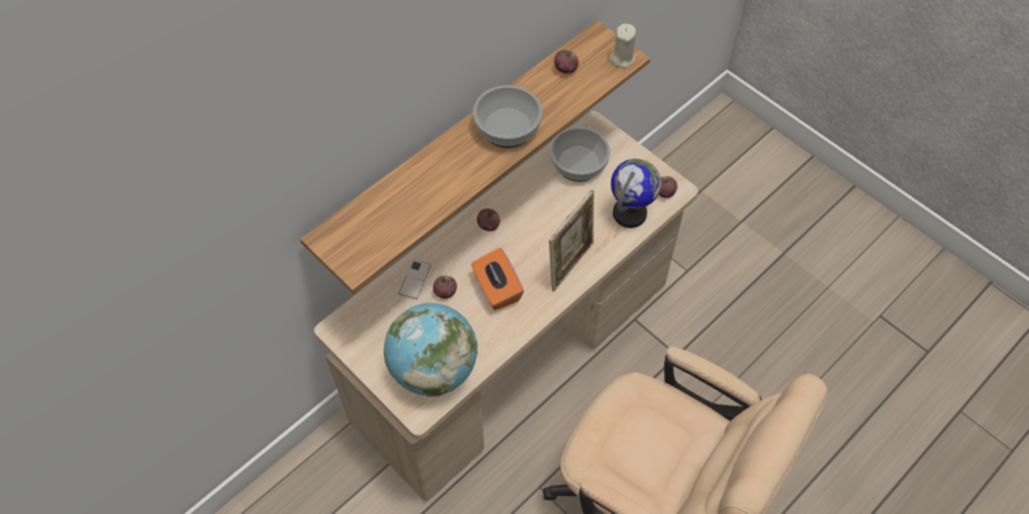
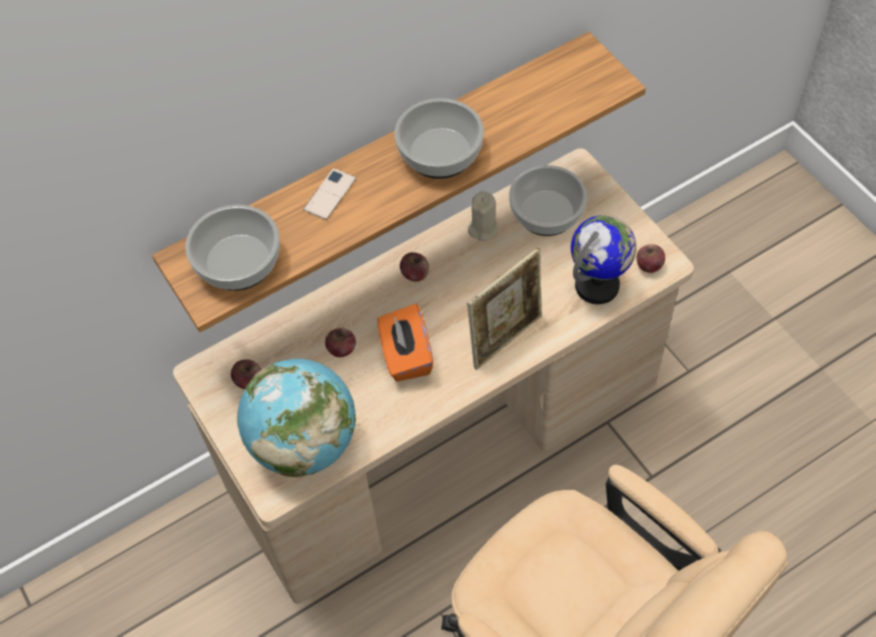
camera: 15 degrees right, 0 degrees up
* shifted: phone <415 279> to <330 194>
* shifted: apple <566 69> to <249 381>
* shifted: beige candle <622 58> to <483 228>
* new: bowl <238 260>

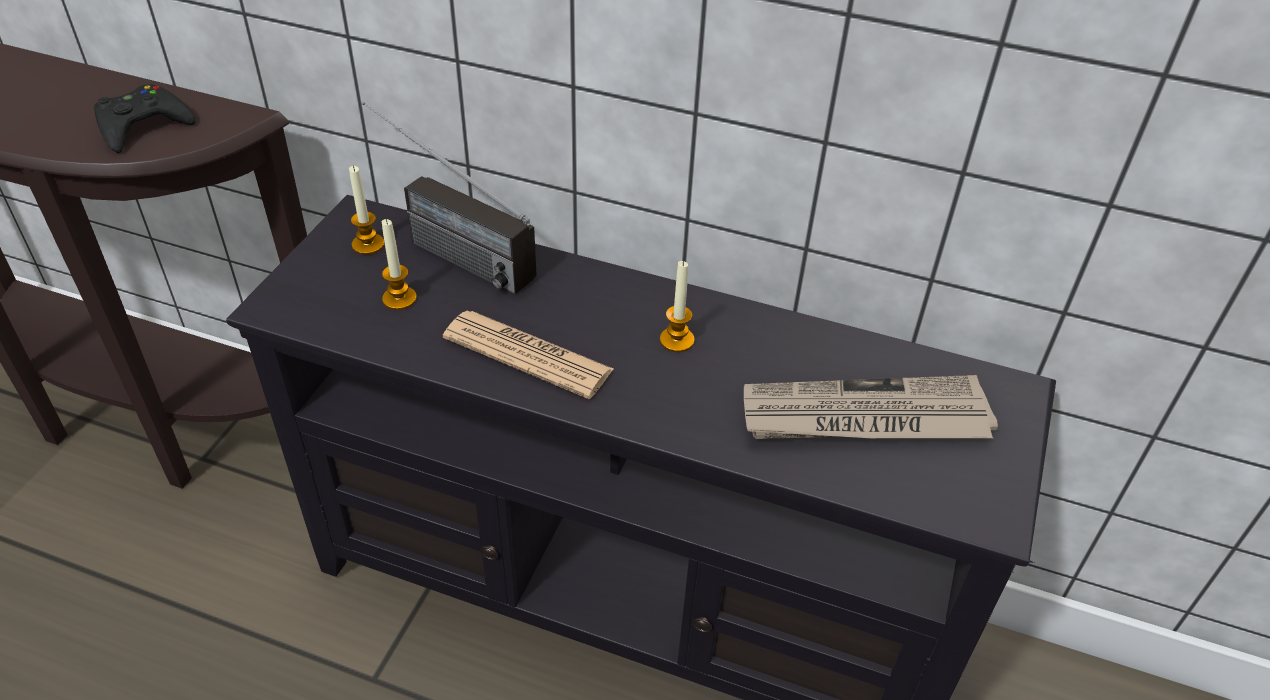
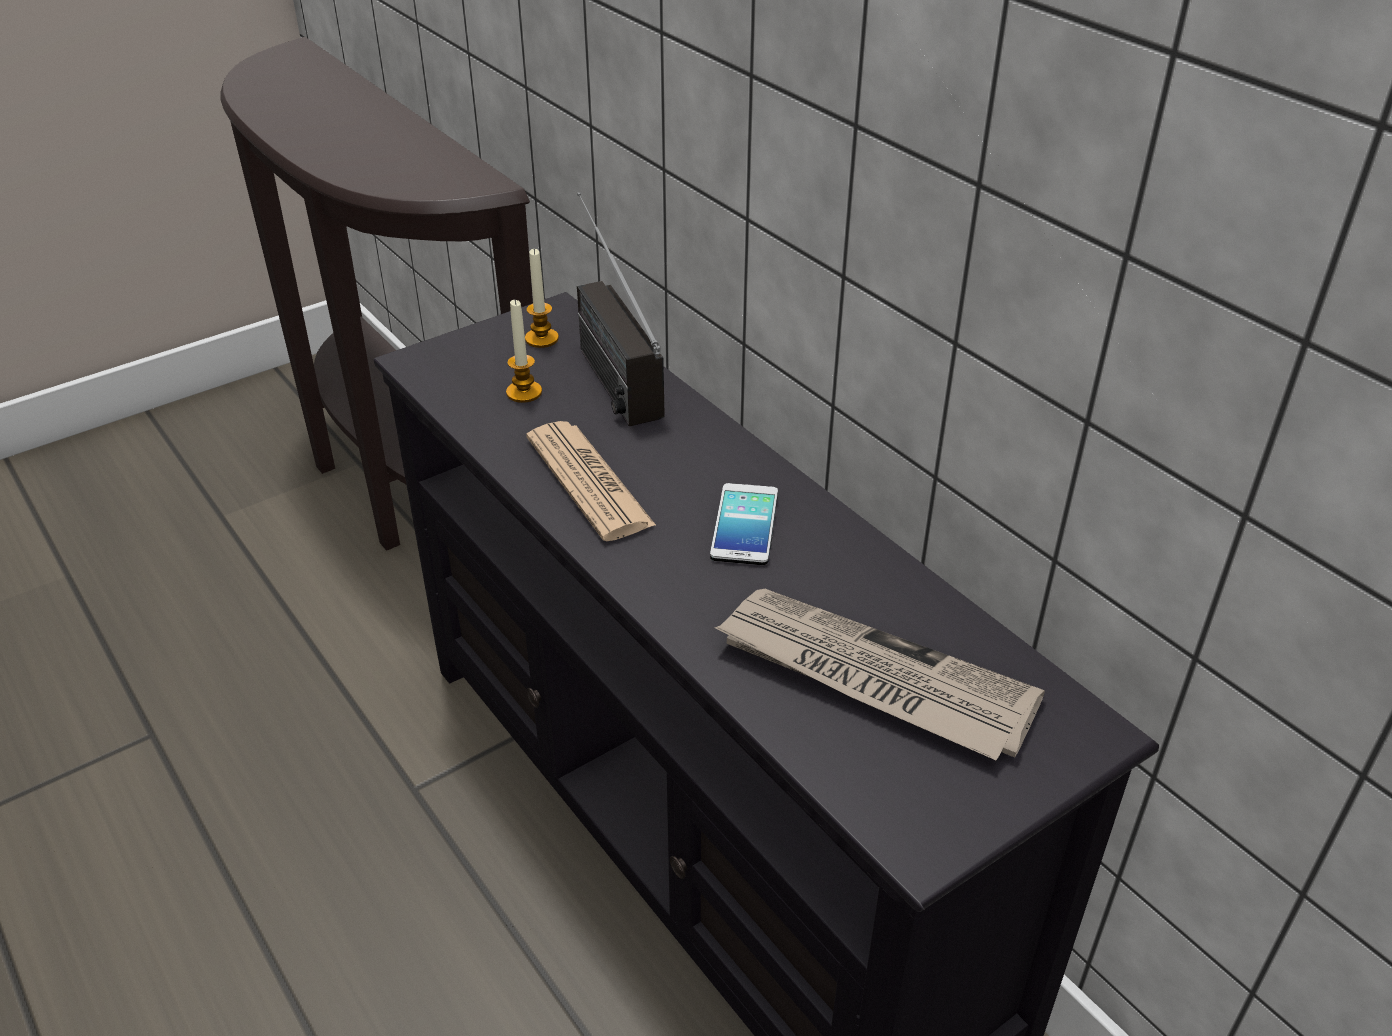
camera: 35 degrees right, 5 degrees down
* gone: black game controller <143 126>
* swapped: candle <677 340> to phone <744 525>

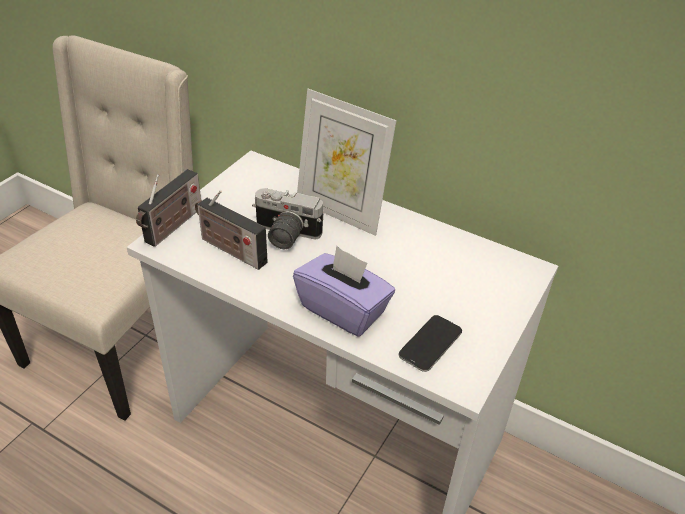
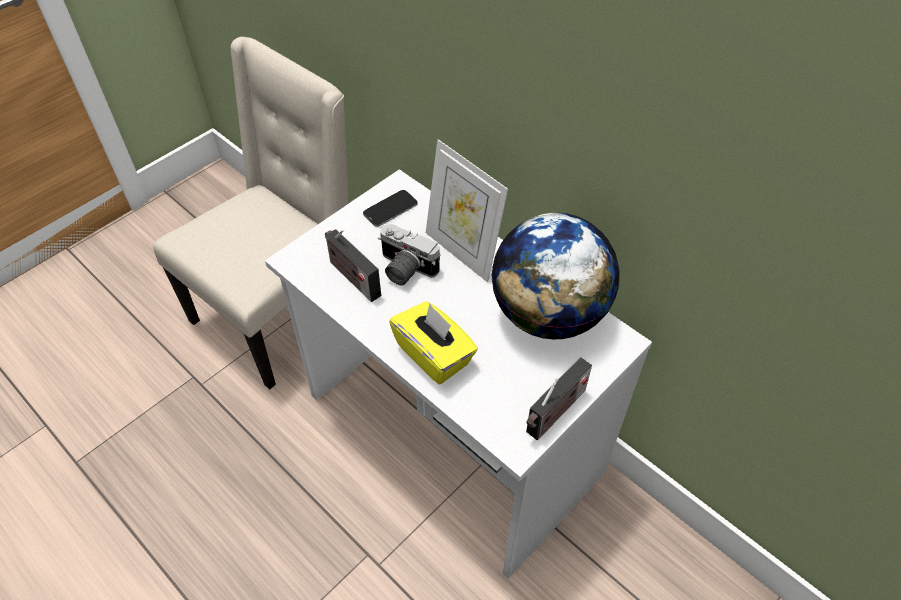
camera: 15 degrees right, 10 degrees up
* shifted: radio <172 227> to <554 414>
* repainted: purple tissue box <343 309> to yellow tissue box <434 355>
* shifted: phone <430 344> to <390 209>
* new: globe <548 314>

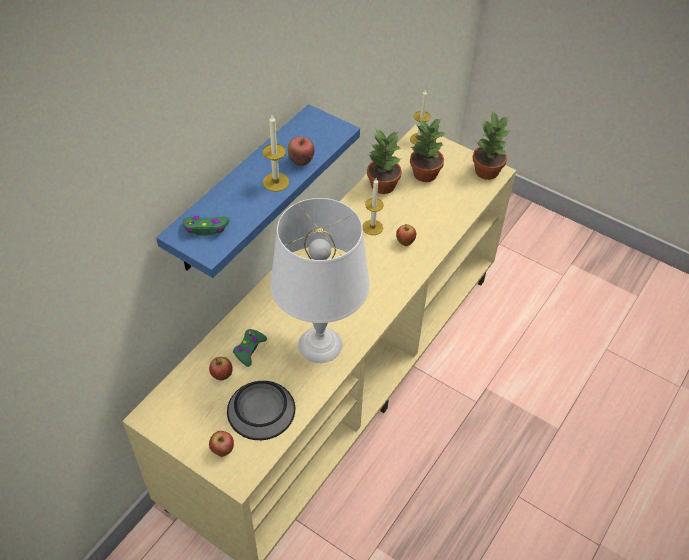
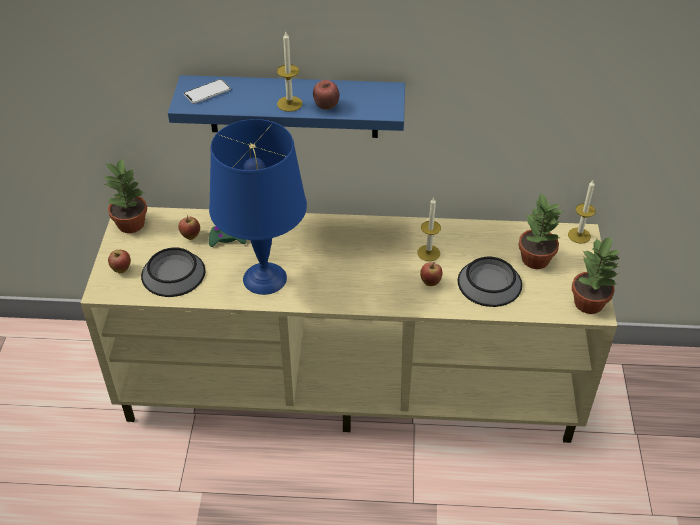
camera: 60 degrees right, 5 degrees down
* swapped: green game controller <206 228> to phone <207 92>
* repainted: white table lamp <319 345> to blue table lamp <264 278>
* shifted: potted plant <382 185> to <131 223>
* new: bowl <489 283>

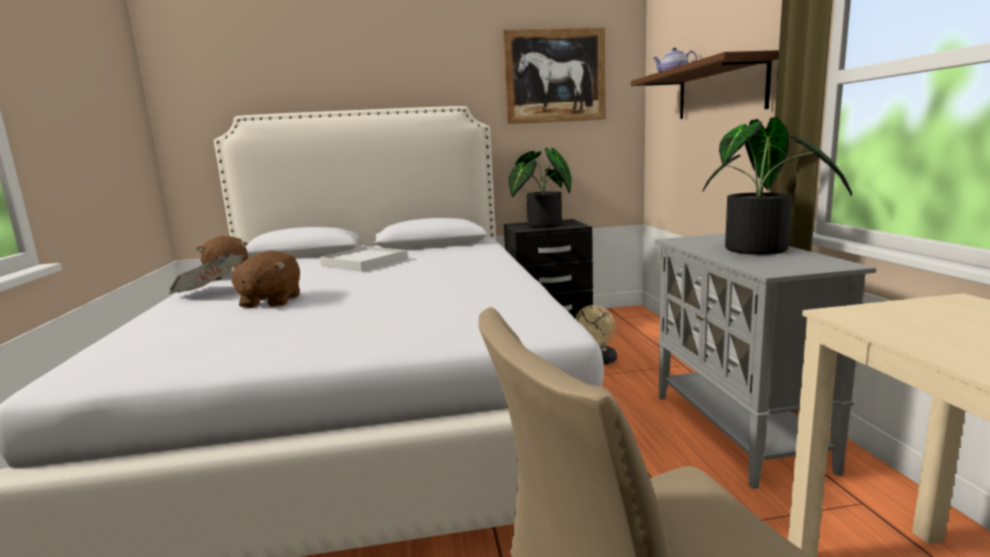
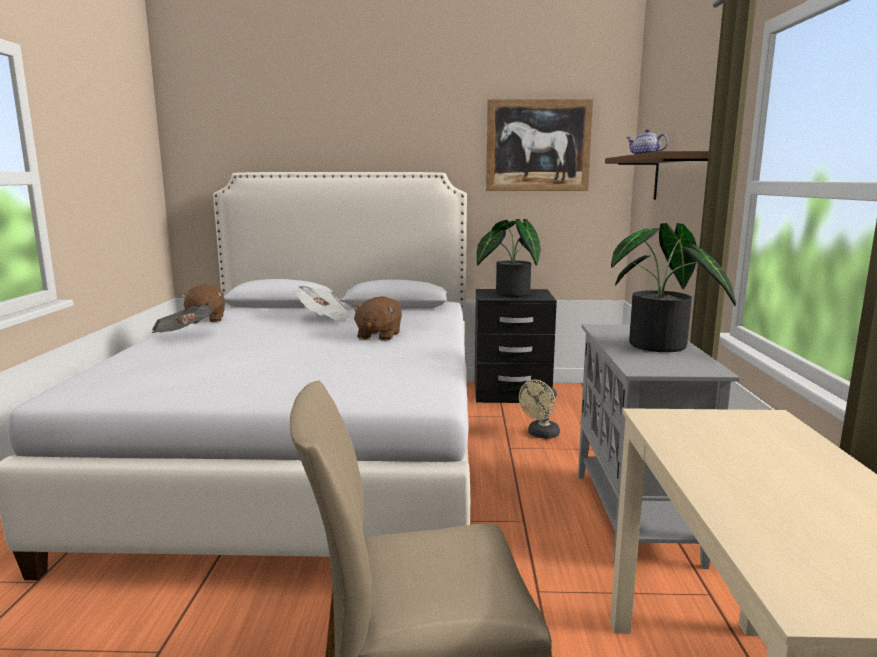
camera: 10 degrees right, 0 degrees up
* shifted: brown plush toy <270 302> to <378 336>
* swapped: white tray <365 262> to newspaper <325 318>

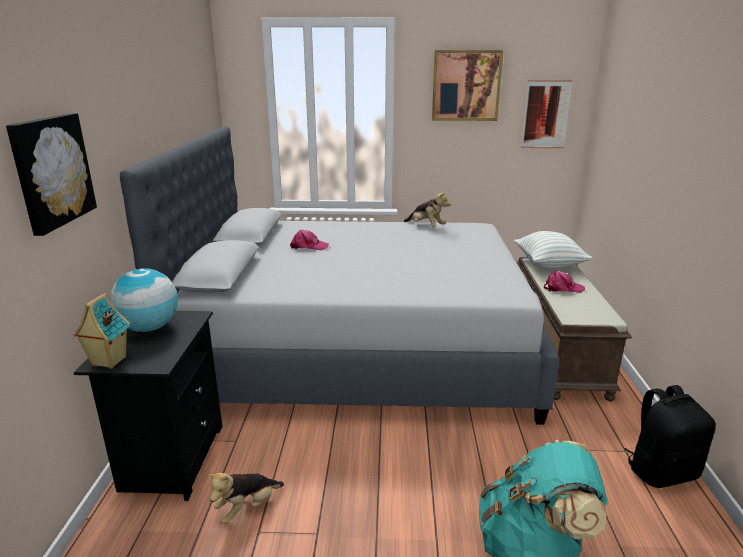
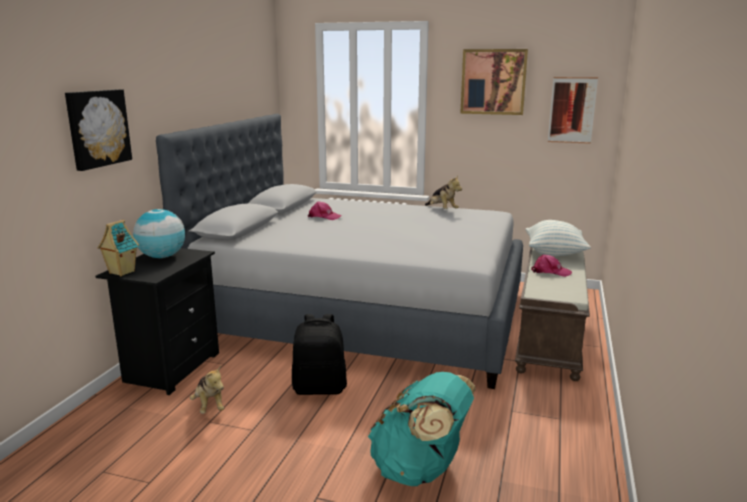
camera: 15 degrees right, 5 degrees down
* rotated: plush toy <247 508> = <209 406> 90 degrees counterclockwise
* shifted: black backpack <661 471> to <320 388>

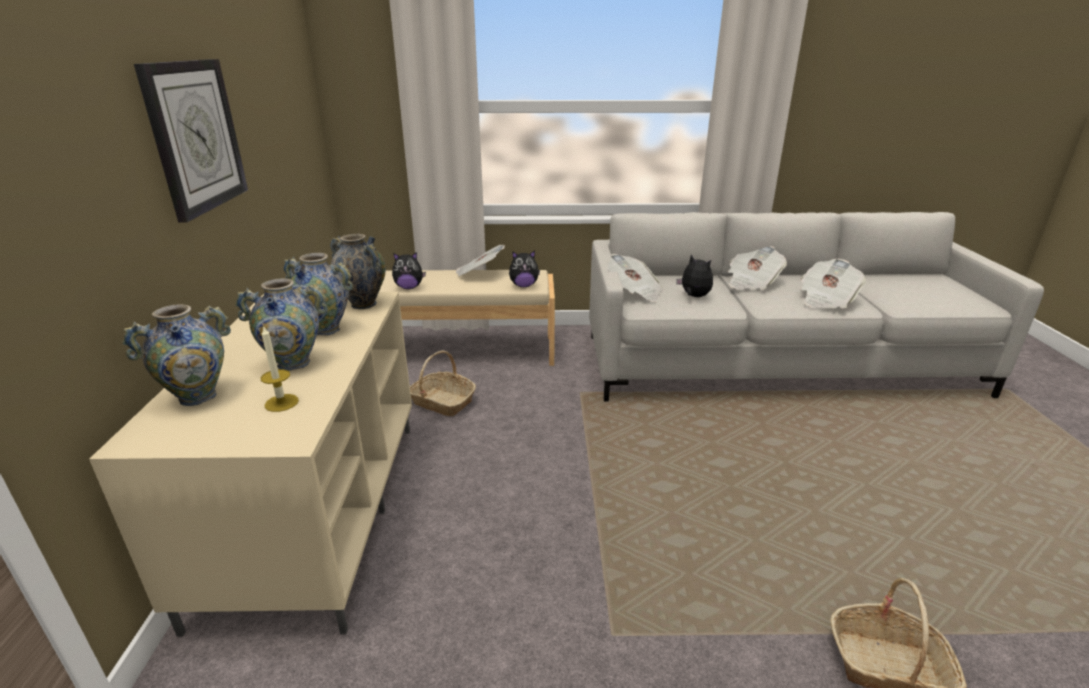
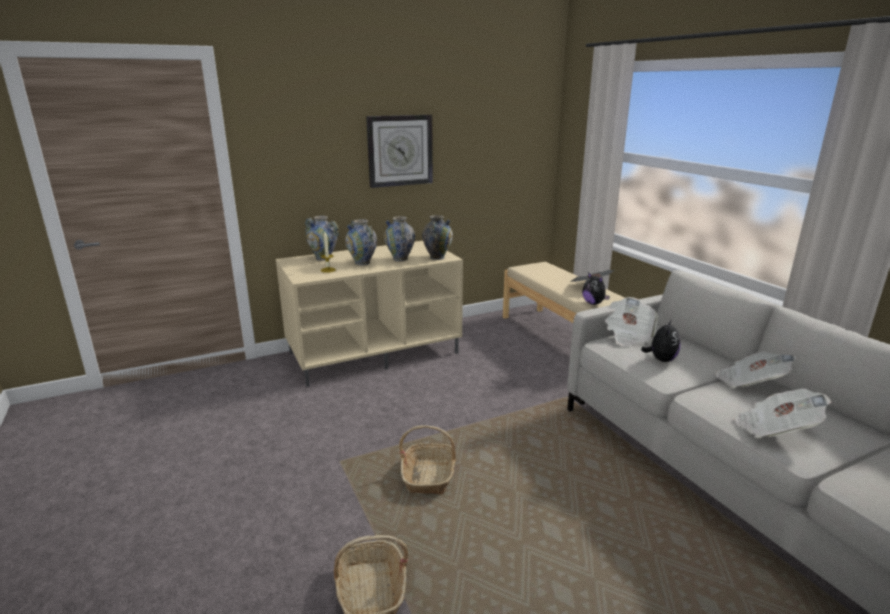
camera: 65 degrees right, 5 degrees down
* gone: plush toy <409 287>
* shifted: basket <442 402> to <429 475>

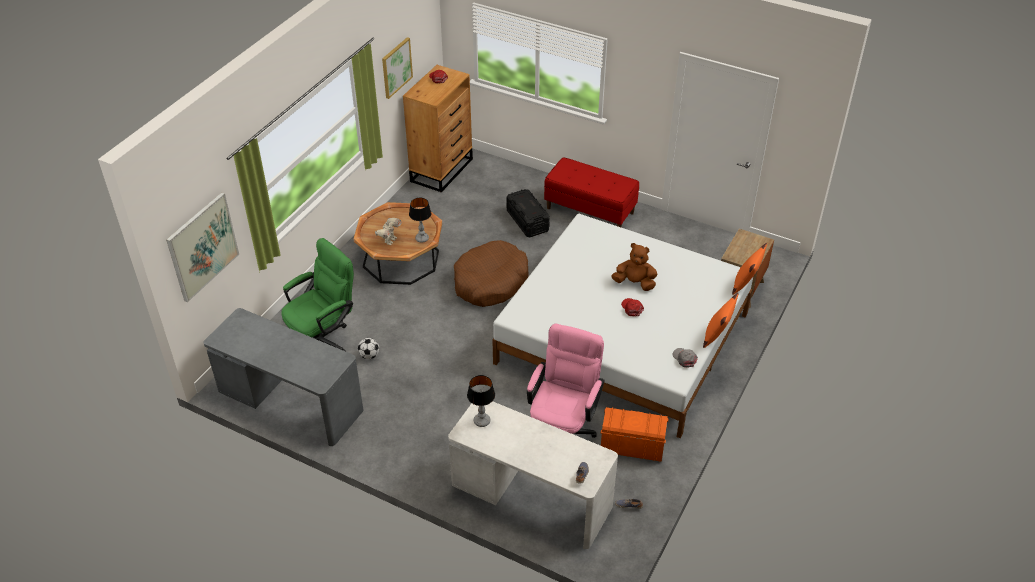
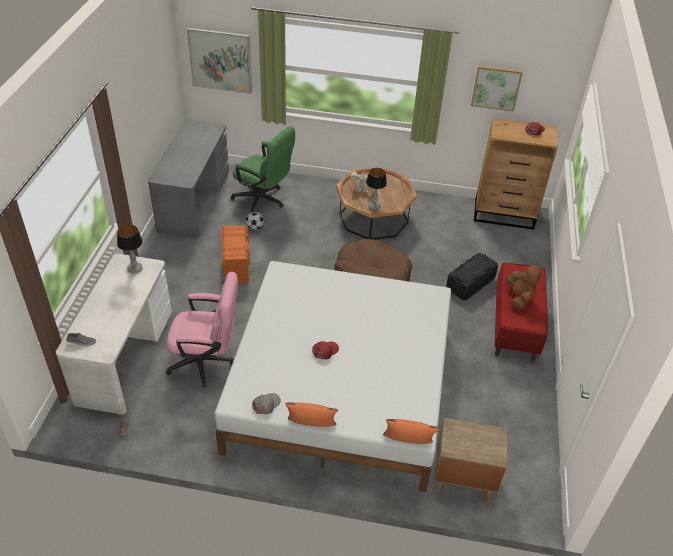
camera: 70 degrees right, 0 degrees up
* shifted: orange storage box <631 446> to <236 266>
* shifted: brown plush toy <634 283> to <519 297>

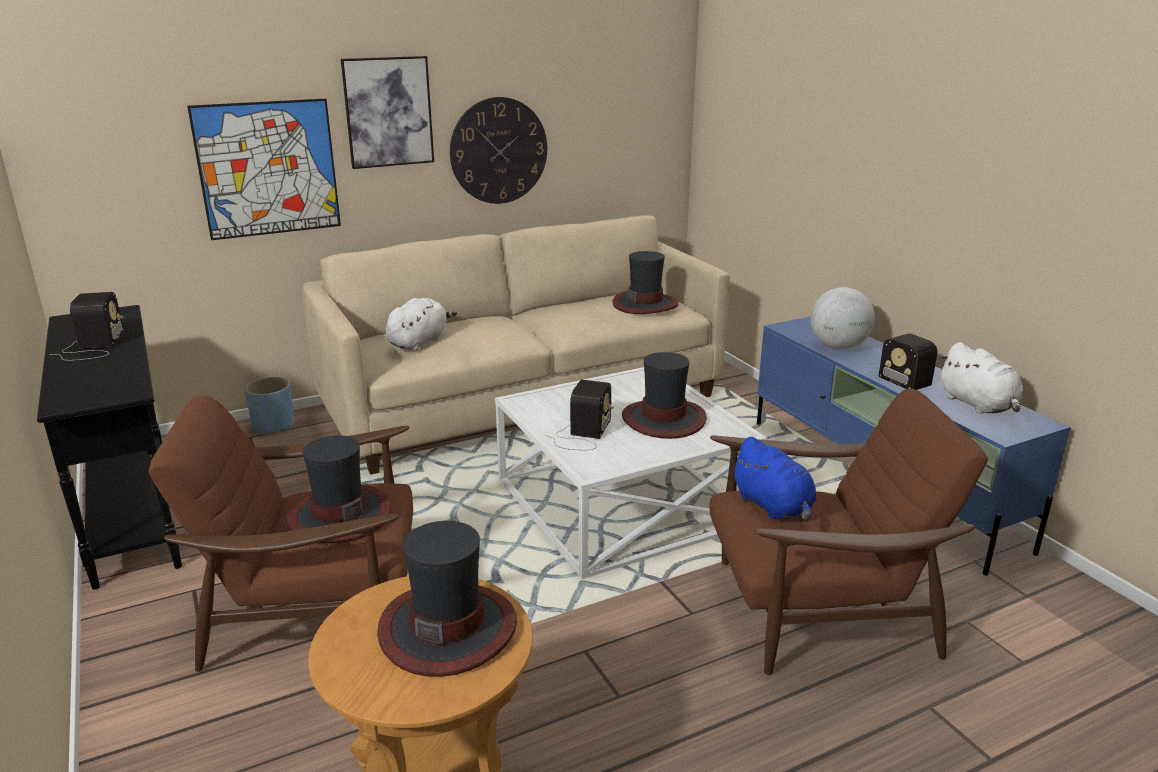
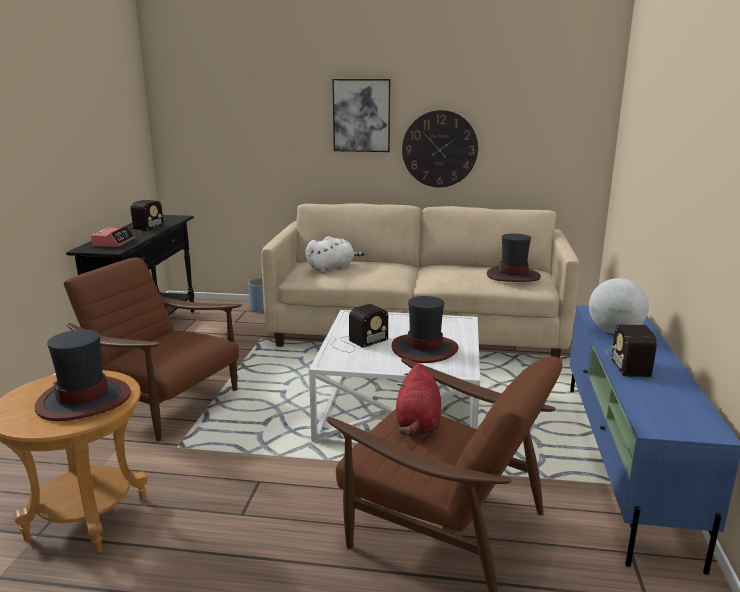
camera: 35 degrees right, 5 degrees down
* gone: picture <268 169>
* gone: hat <339 515>
* repainted: blue plush toy <774 506> to red plush toy <418 424>
* gone: white plush toy <978 405>
* new: alarm clock <114 242>

